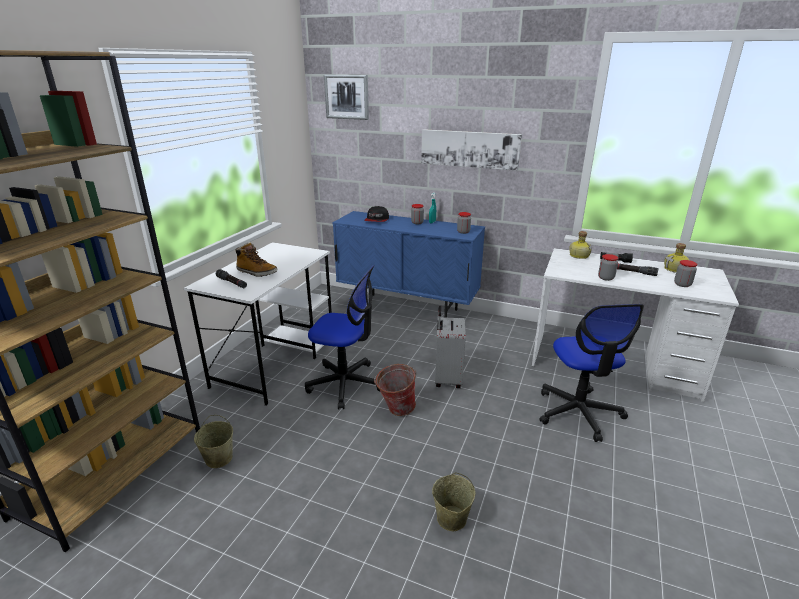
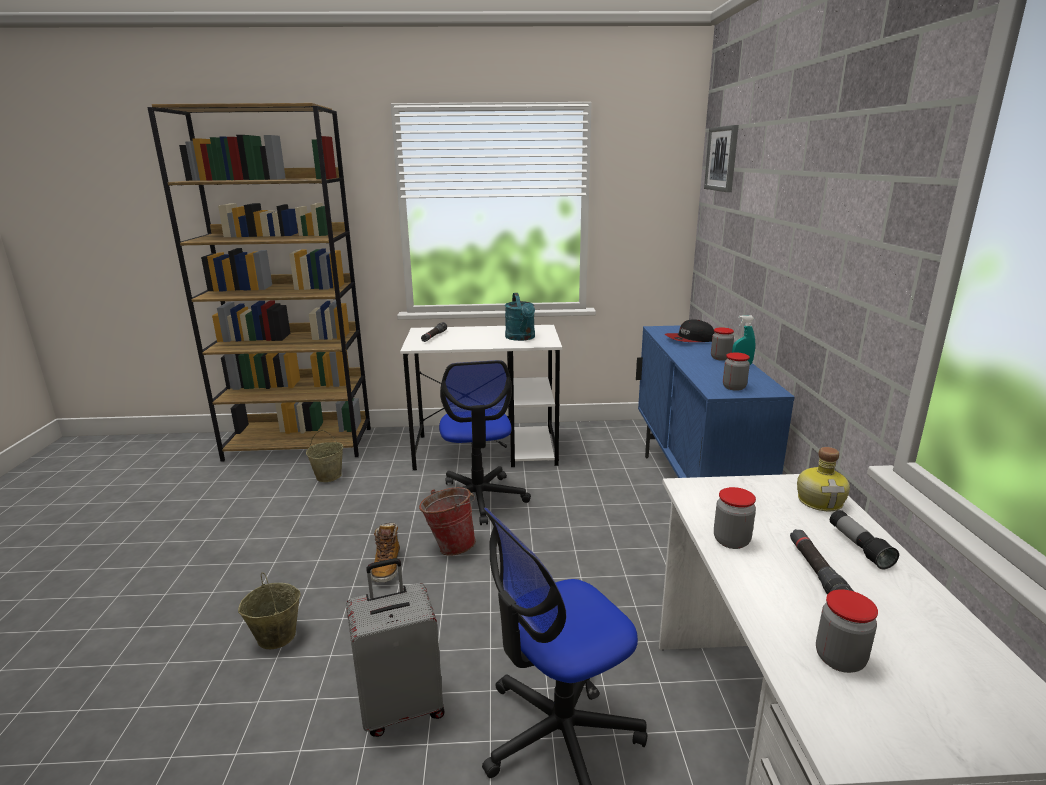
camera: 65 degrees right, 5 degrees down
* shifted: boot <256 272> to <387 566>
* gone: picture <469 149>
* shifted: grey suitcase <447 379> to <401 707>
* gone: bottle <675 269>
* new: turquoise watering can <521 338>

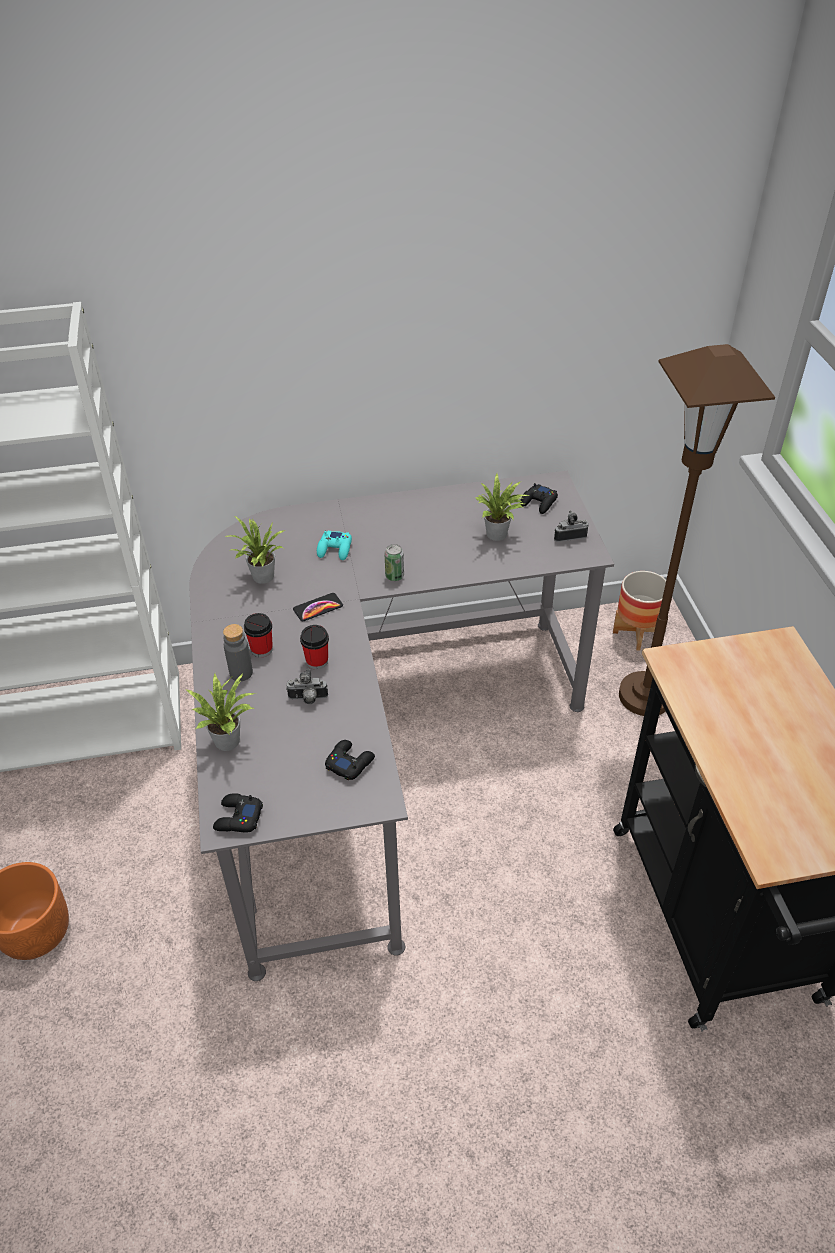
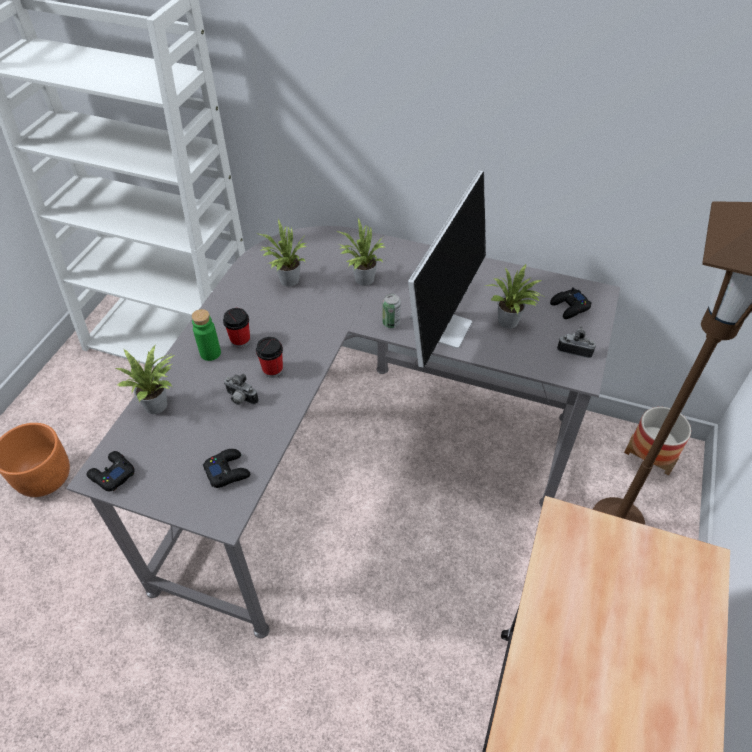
camera: 30 degrees right, 5 degrees up
* repainted: grey bottle <241 673> to green bottle <210 353>
* gone: phone <318 608>
* swapped: turquoise game controller <335 549> to potted plant <362 280>
* new: monitor <444 327>

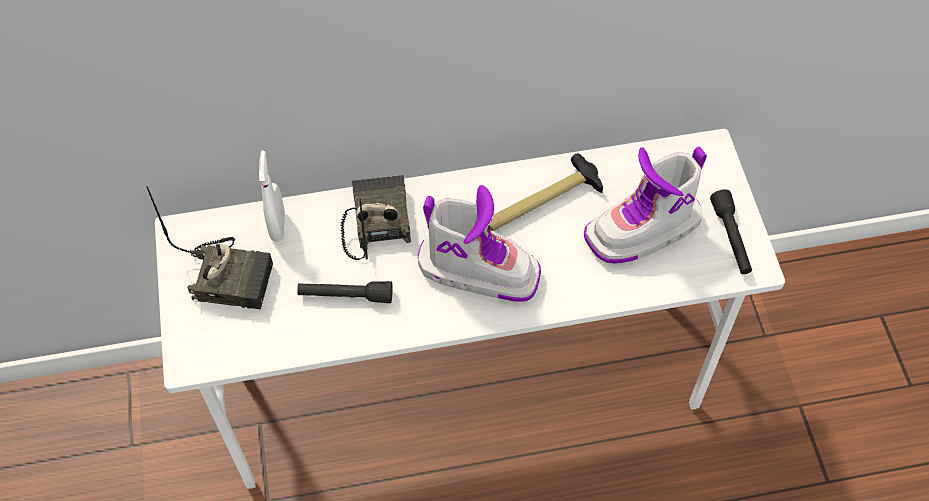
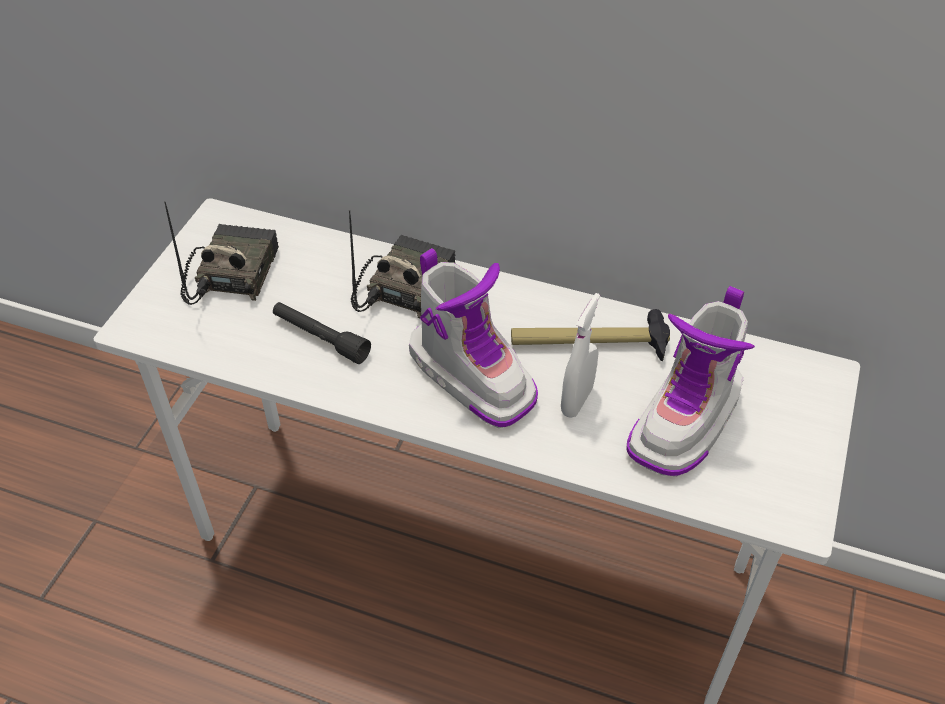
camera: 30 degrees right, 10 degrees down
* rotated: radio <231 276> = <231 273> 120 degrees counterclockwise
* shifted: white spray bottle <278 226> to <577 400>
* rotated: boot <644 230> = <686 421> 60 degrees counterclockwise
* gone: black flashlight <731 238>

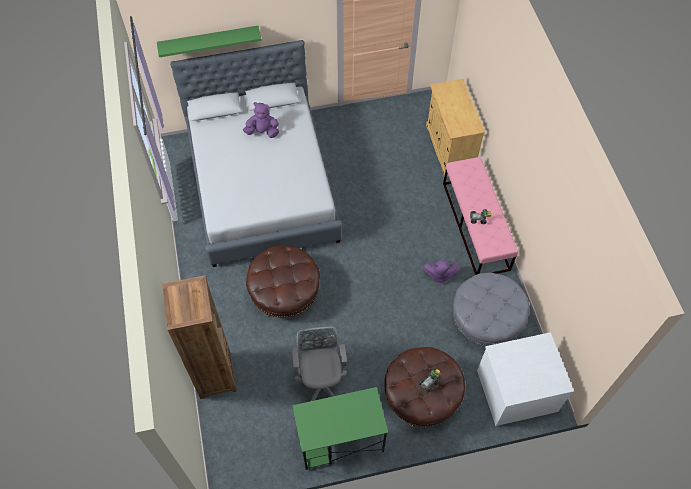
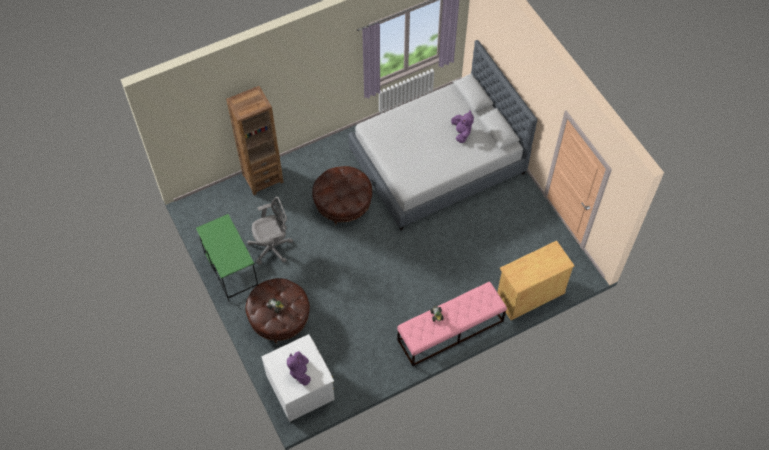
camera: 75 degrees right, 0 degrees up
* gone: green shelf <209 40>
* shifted: purple plush toy <439 275> to <300 372>
* gone: grey ottoman <486 319>

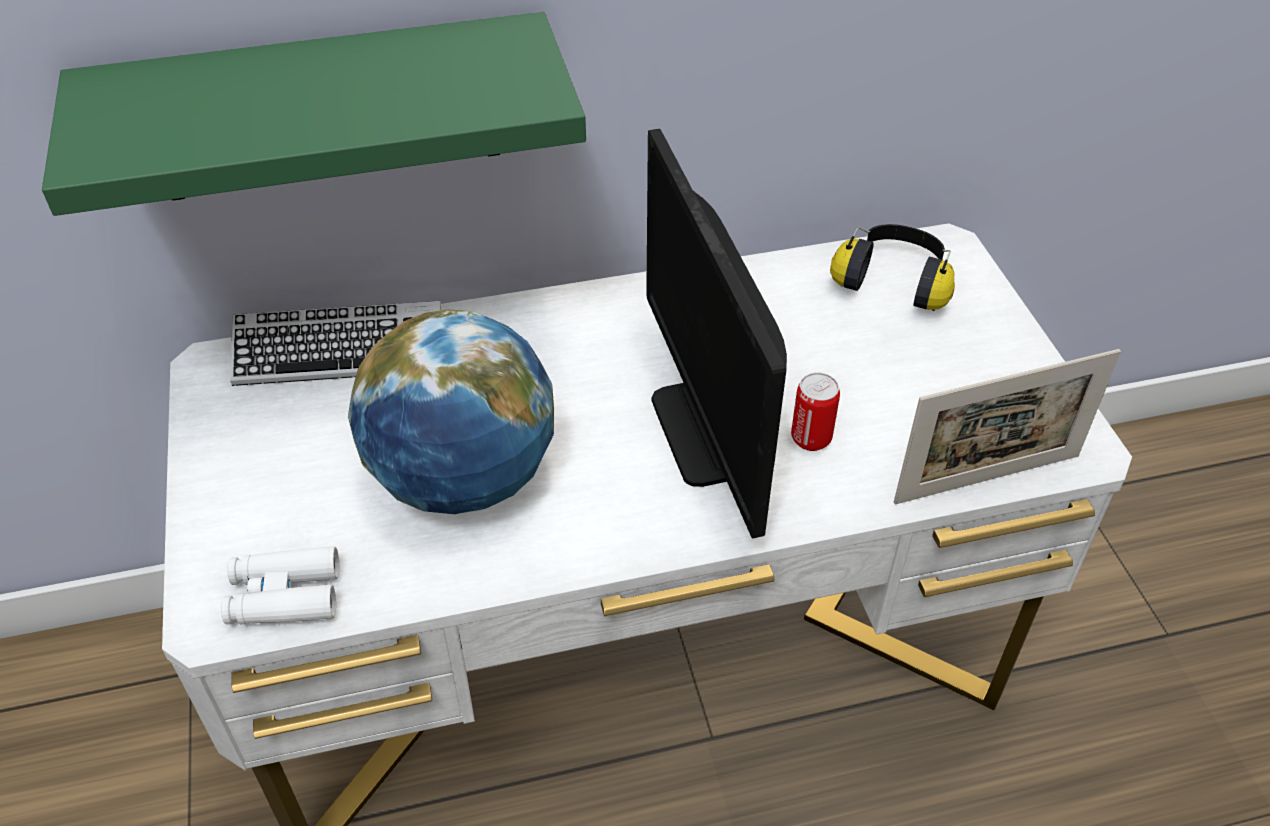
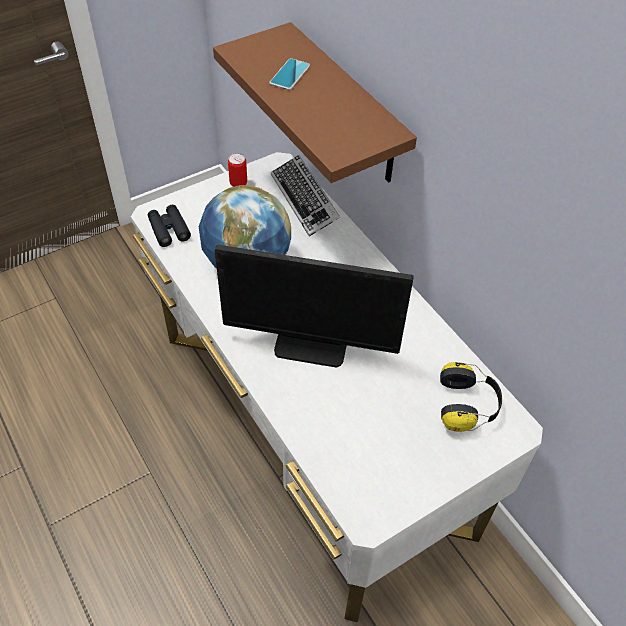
camera: 70 degrees right, 5 degrees up
* repainted: green shelf <325 109> to brown shelf <347 106>
* repainted: white binoculars <284 595> to black binoculars <169 229>
* rotated: monitor <709 431> = <311 344> 135 degrees counterclockwise
* shifted: can <811 439> to <238 183>
* gone: picture frame <987 479>
* new: phone <290 75>

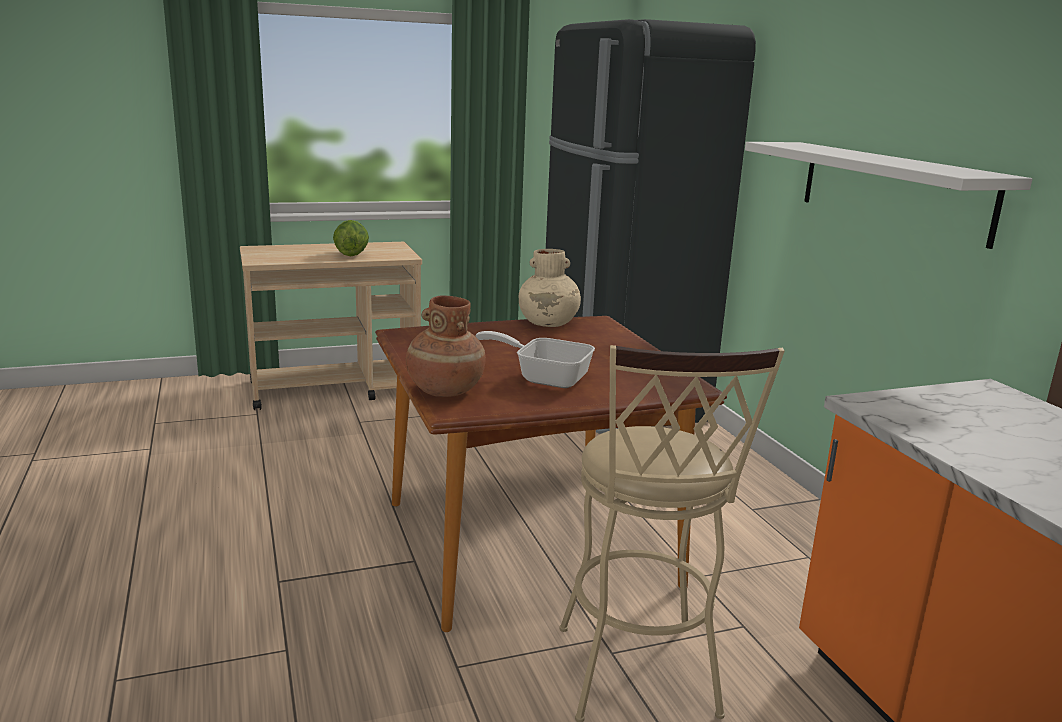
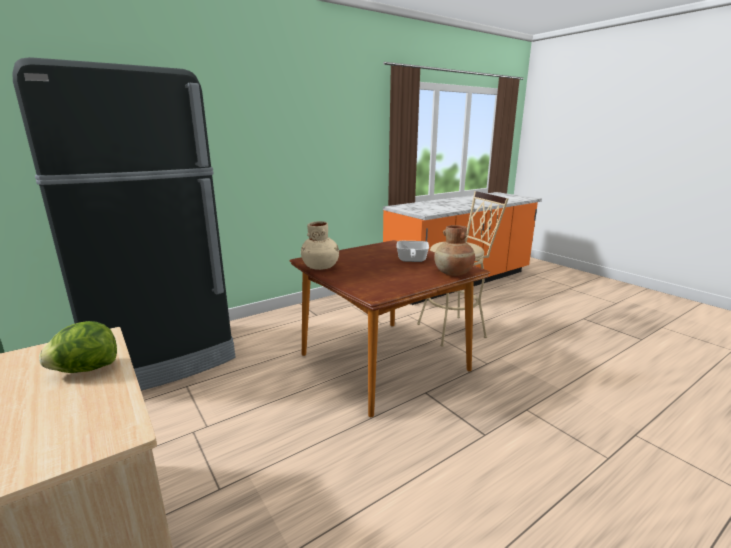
camera: 105 degrees left, 0 degrees up
* gone: white shelf <892 190>

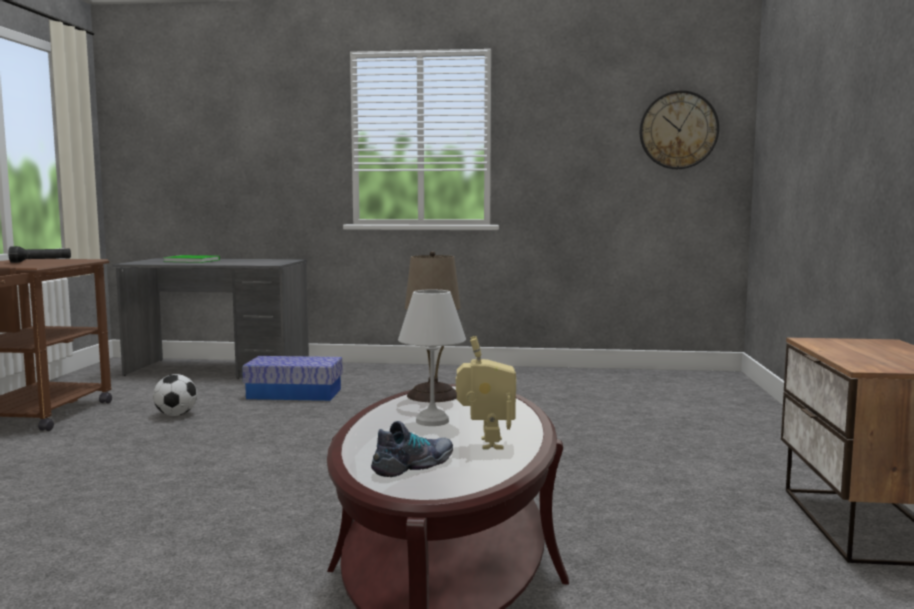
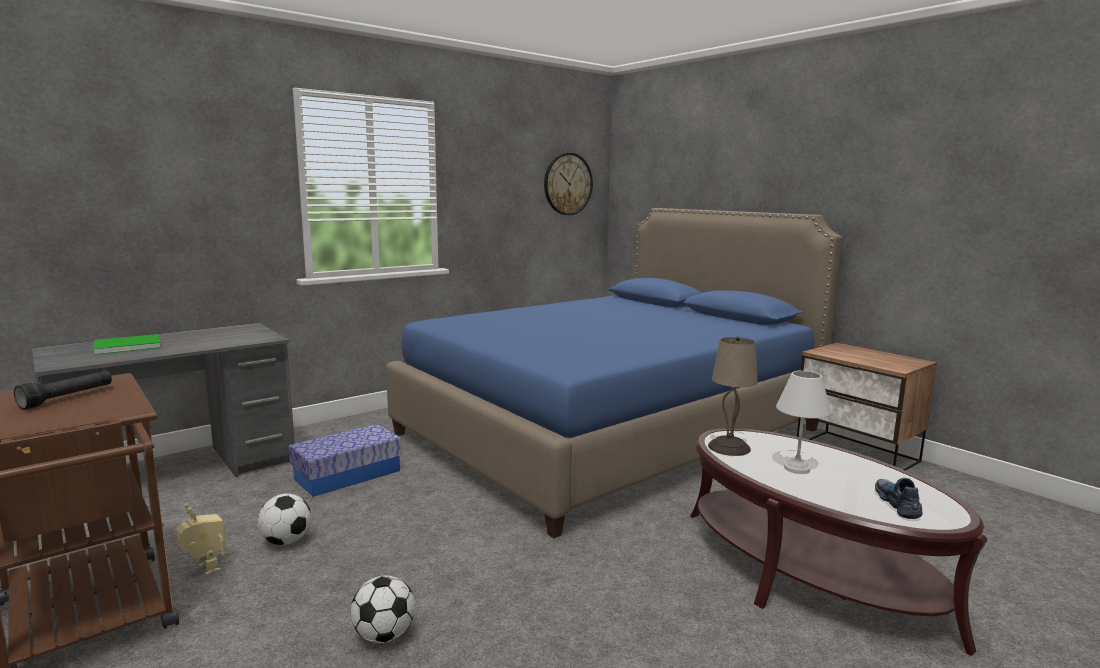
camera: 45 degrees left, 5 degrees up
* shifted: toy robot <485 443> to <205 569>
* new: football <384 636>
* new: blue bed <609 431>

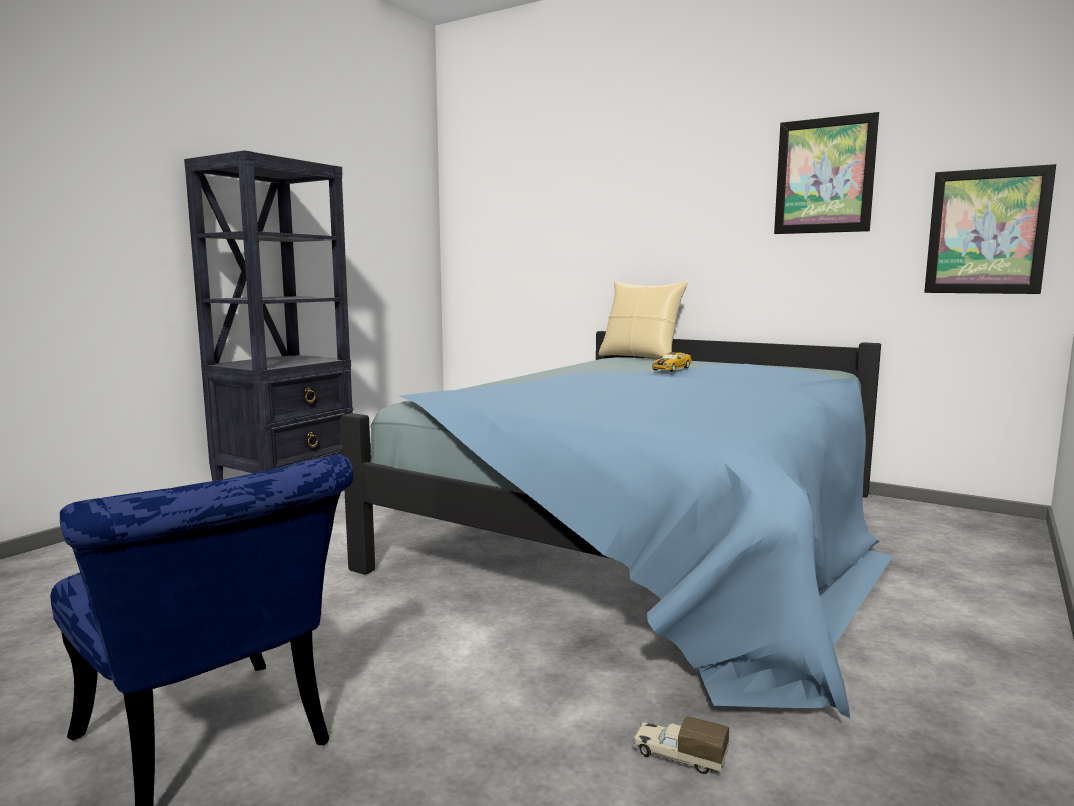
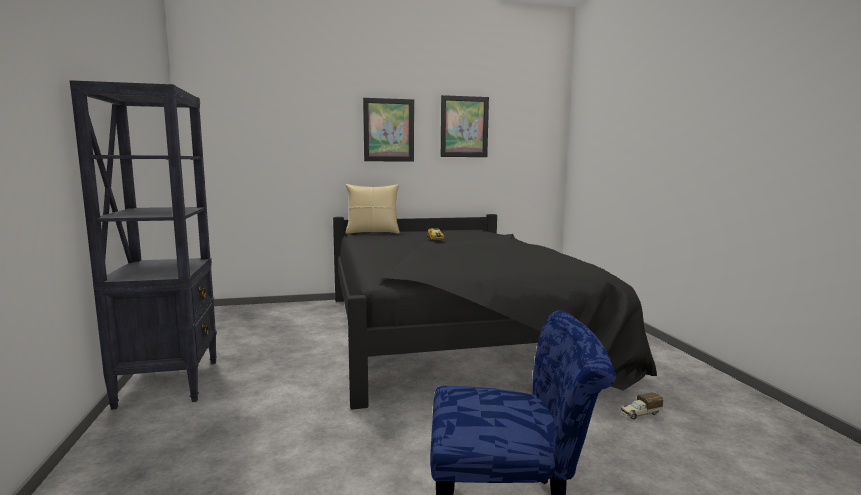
camera: 45 degrees left, 0 degrees up
* repainted: blue bed <657 534> to black bed <456 334>
* shifted: picture <986 231> to <389 130>

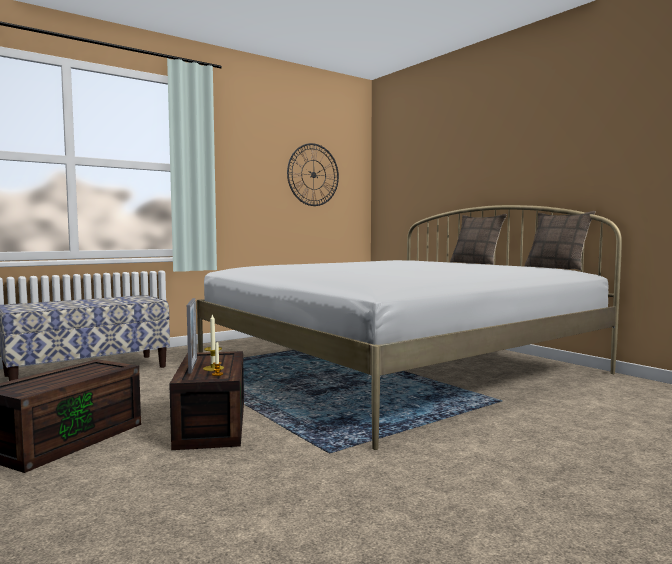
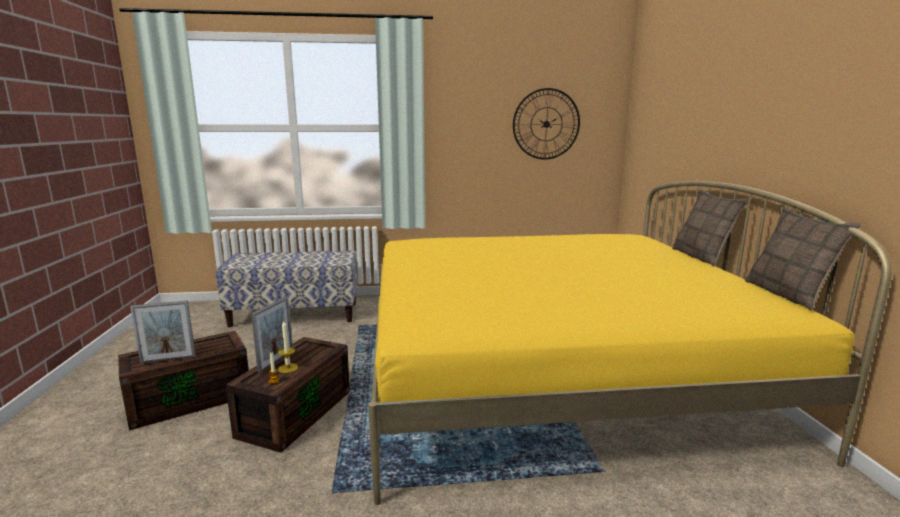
camera: 30 degrees right, 10 degrees up
* repainted: white bed <398 367> to yellow bed <552 374>
* new: picture frame <168 359>

